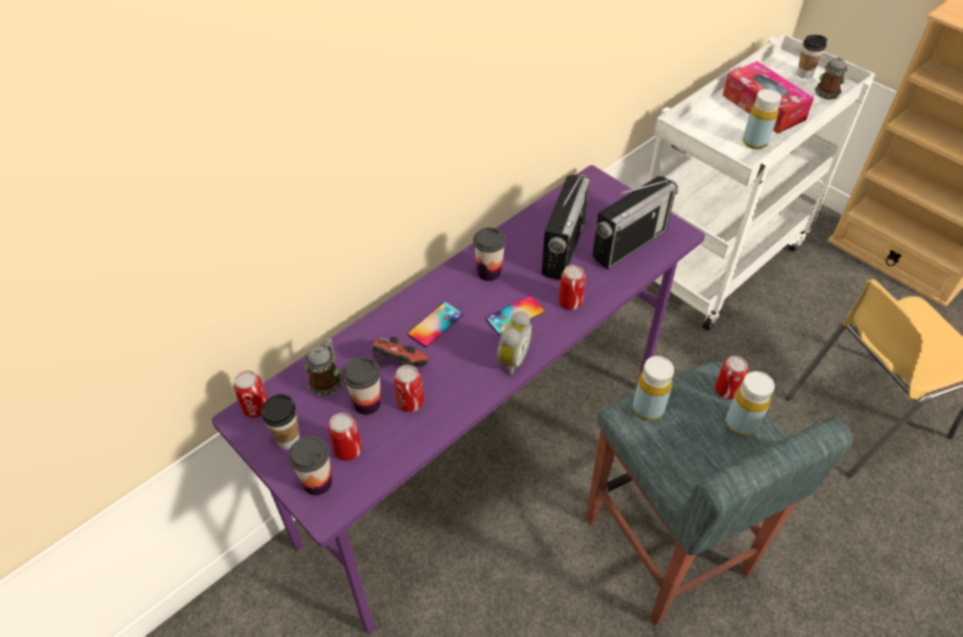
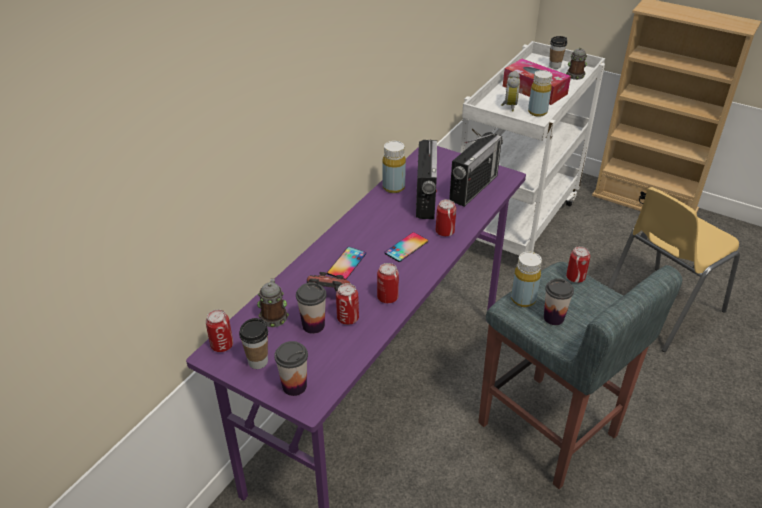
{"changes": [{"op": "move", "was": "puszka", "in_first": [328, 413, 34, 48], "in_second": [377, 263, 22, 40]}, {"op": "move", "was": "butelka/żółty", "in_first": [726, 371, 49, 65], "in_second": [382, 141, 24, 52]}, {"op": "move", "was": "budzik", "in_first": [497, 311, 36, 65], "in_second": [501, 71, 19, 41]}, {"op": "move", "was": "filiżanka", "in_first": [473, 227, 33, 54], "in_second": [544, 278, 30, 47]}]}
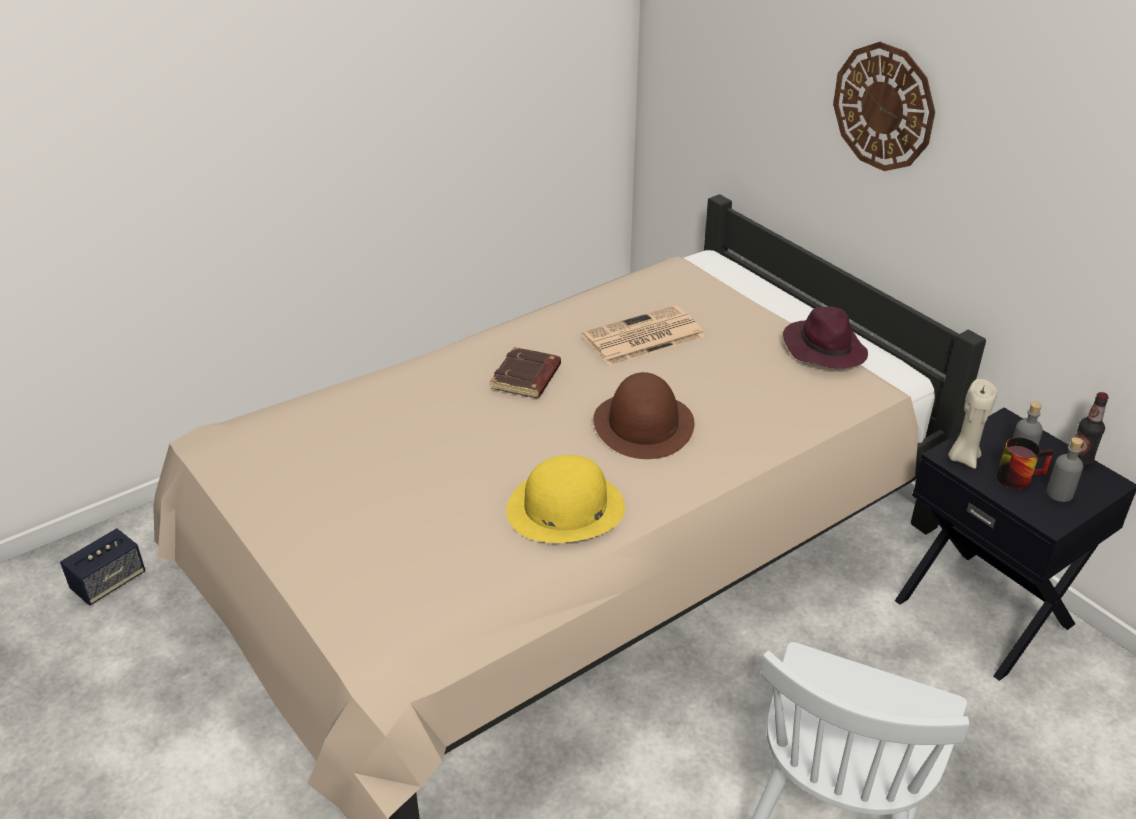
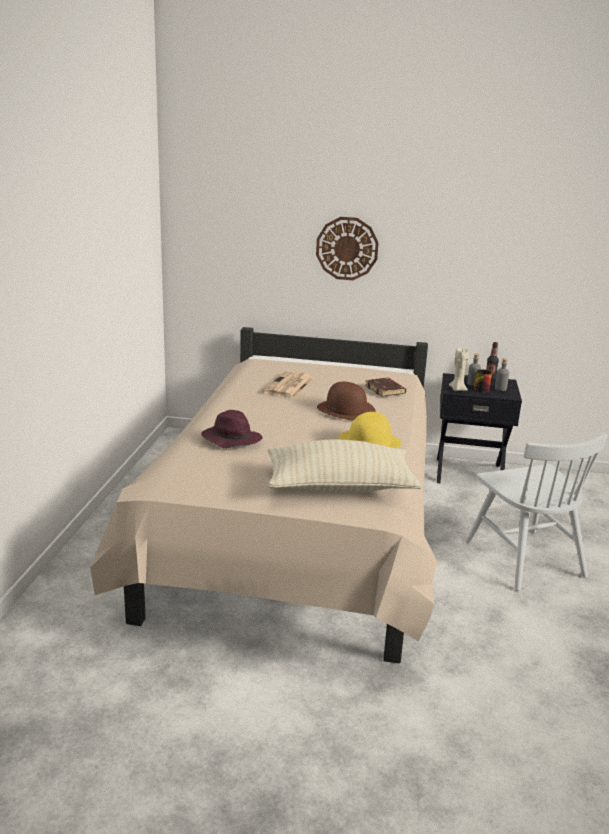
{"changes": [{"op": "move", "was": "kapelusz/fioletowy", "in_first": [783, 306, 85, 62], "in_second": [201, 410, 61, 38]}, {"op": "insert", "now": "poduszka/beżowy", "in_second": [268, 439, 154, 53]}, {"op": "move", "was": "książka/brązowy", "in_first": [490, 347, 71, 51], "in_second": [365, 378, 41, 19]}, {"op": "delete", "was": "głośnik", "in_first": [60, 528, 85, 77]}]}
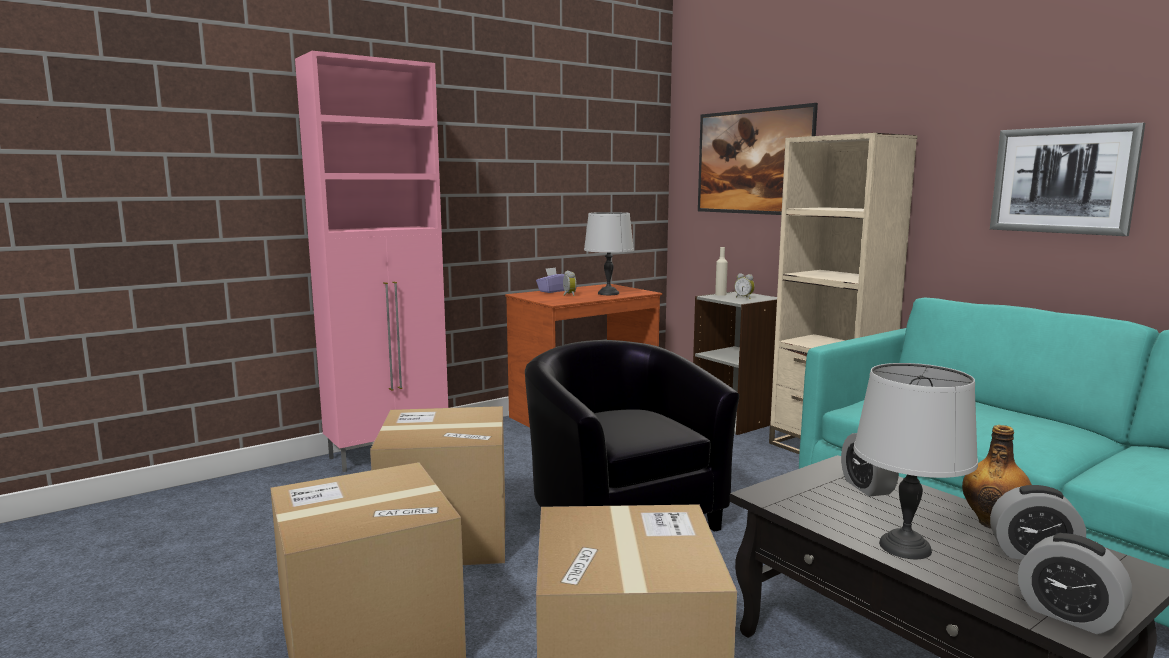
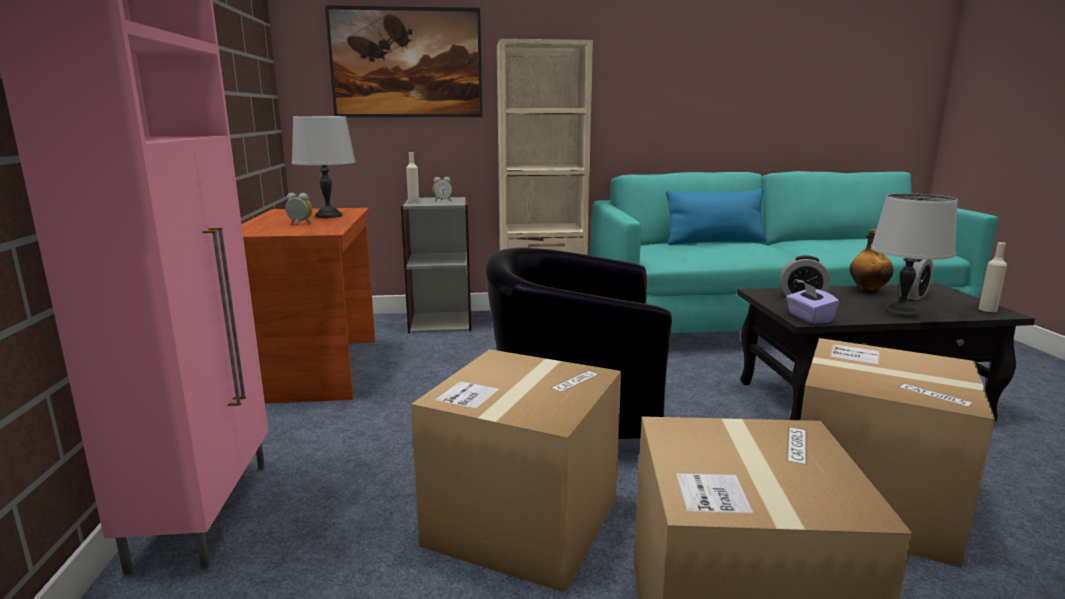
{"changes": [{"op": "insert", "now": "poduszka/niebieski", "in_second": [666, 189, 101, 56]}, {"op": "move", "was": "pudełko chusteczek/fioletowy", "in_first": [536, 267, 28, 26], "in_second": [786, 282, 53, 42]}, {"op": "replace", "was": "budzik", "now": "butelka/beżowy", "in_first": [1018, 533, 114, 101], "in_second": [979, 242, 28, 70]}, {"op": "delete", "was": "obraz", "in_first": [990, 123, 155, 113]}]}
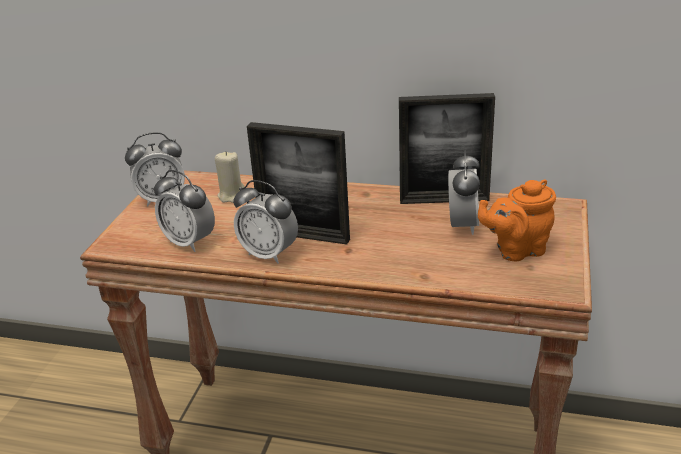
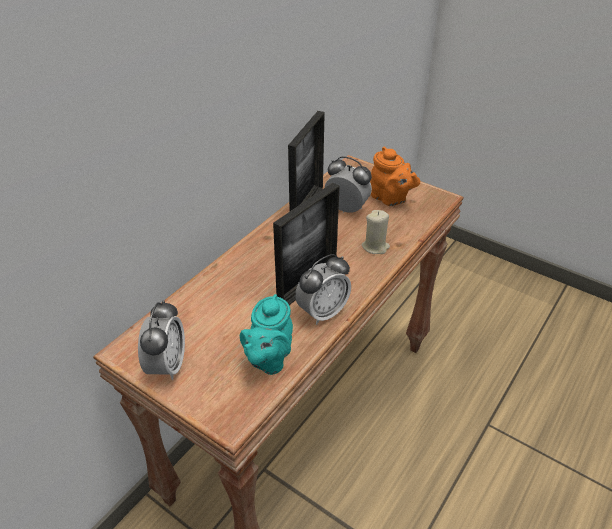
{"changes": [{"op": "replace", "was": "budzik", "now": "imbryk/turkusowy", "in_first": [154, 170, 61, 82], "in_second": [240, 294, 53, 81]}, {"op": "move", "was": "świeca/beżowy", "in_first": [215, 151, 30, 52], "in_second": [362, 210, 28, 44]}, {"op": "rotate", "was": "imbryk/pomarańczowy", "in_first": [478, 180, 78, 81], "in_second": [370, 147, 50, 59], "clockwise": -45}]}
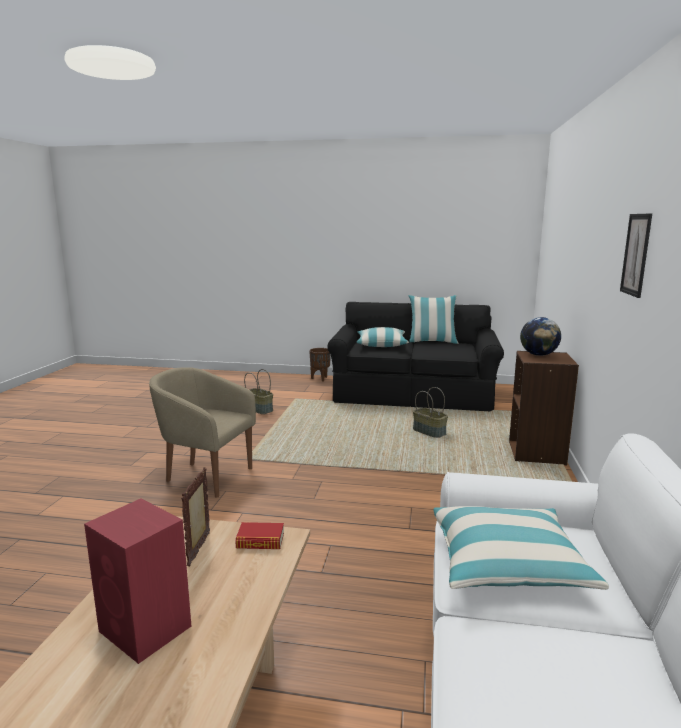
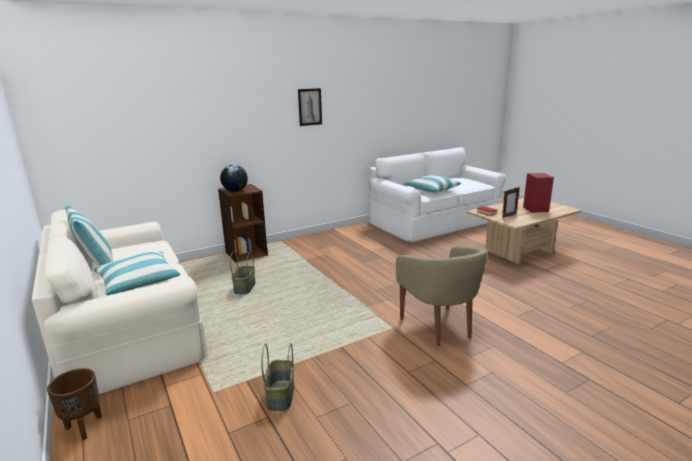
{"changes": [{"op": "recolor", "was": "kanapa/czarny", "now": "kanapa/beżowy", "in_first": [327, 302, 177, 109], "in_second": [32, 210, 175, 184]}]}
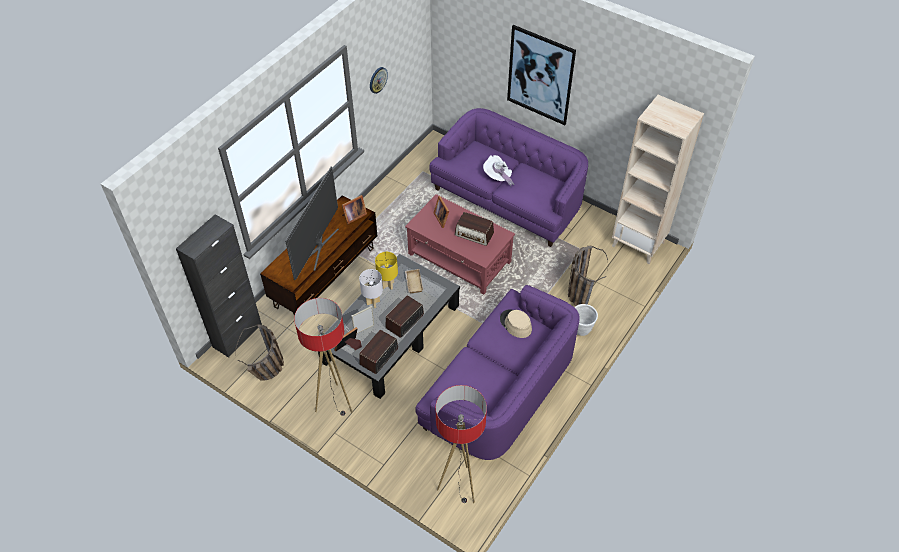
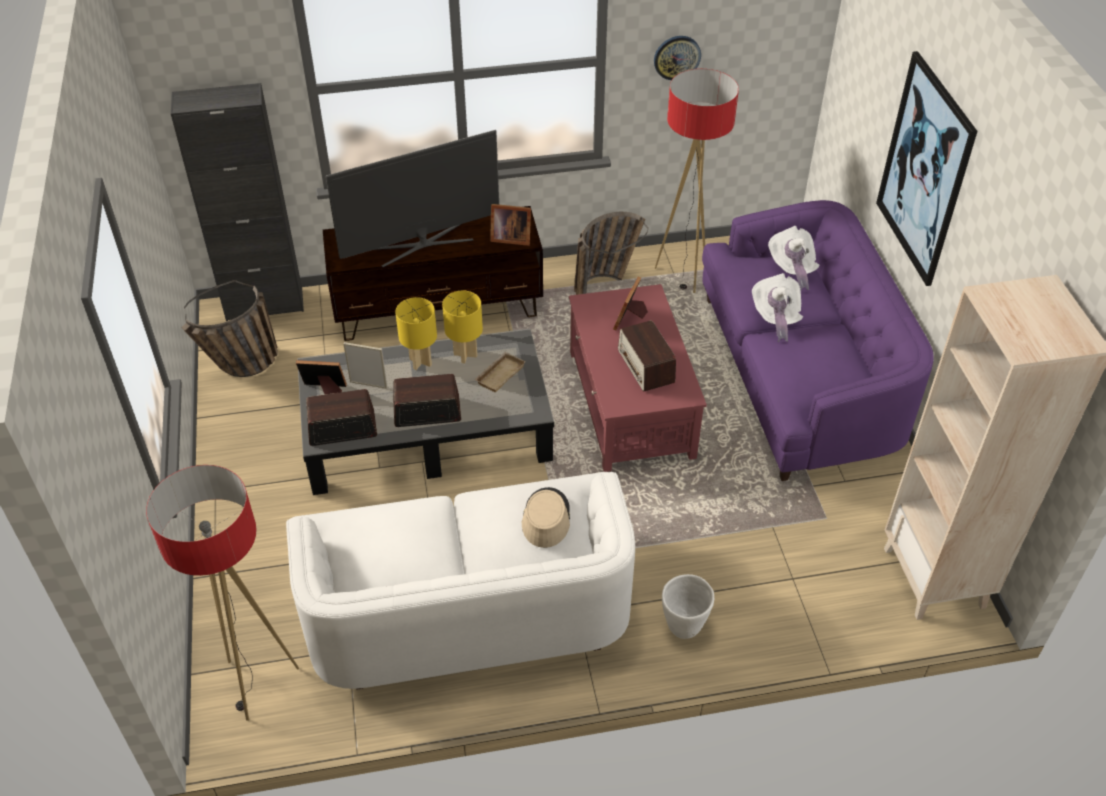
{"changes": [{"op": "recolor", "was": "kanapa/fioletowy", "now": "kanapa/biały", "in_first": [415, 285, 165, 175], "in_second": [286, 472, 349, 218]}, {"op": "recolor", "was": "lampa stołowa/biały", "now": "lampa stołowa/żółty", "in_first": [359, 269, 24, 39], "in_second": [395, 297, 42, 73]}, {"op": "move", "was": "koszyk", "in_first": [568, 246, 40, 60], "in_second": [574, 212, 74, 83]}, {"op": "move", "was": "lampa stojąca", "in_first": [294, 298, 59, 118], "in_second": [655, 69, 84, 224]}, {"op": "insert", "now": "kapelusz/biały", "in_second": [768, 226, 51, 64]}]}
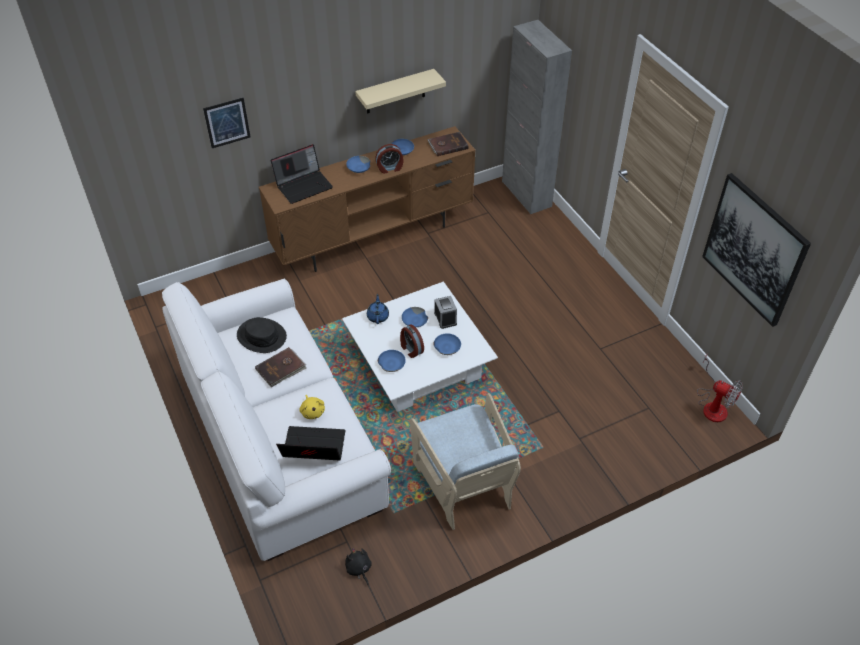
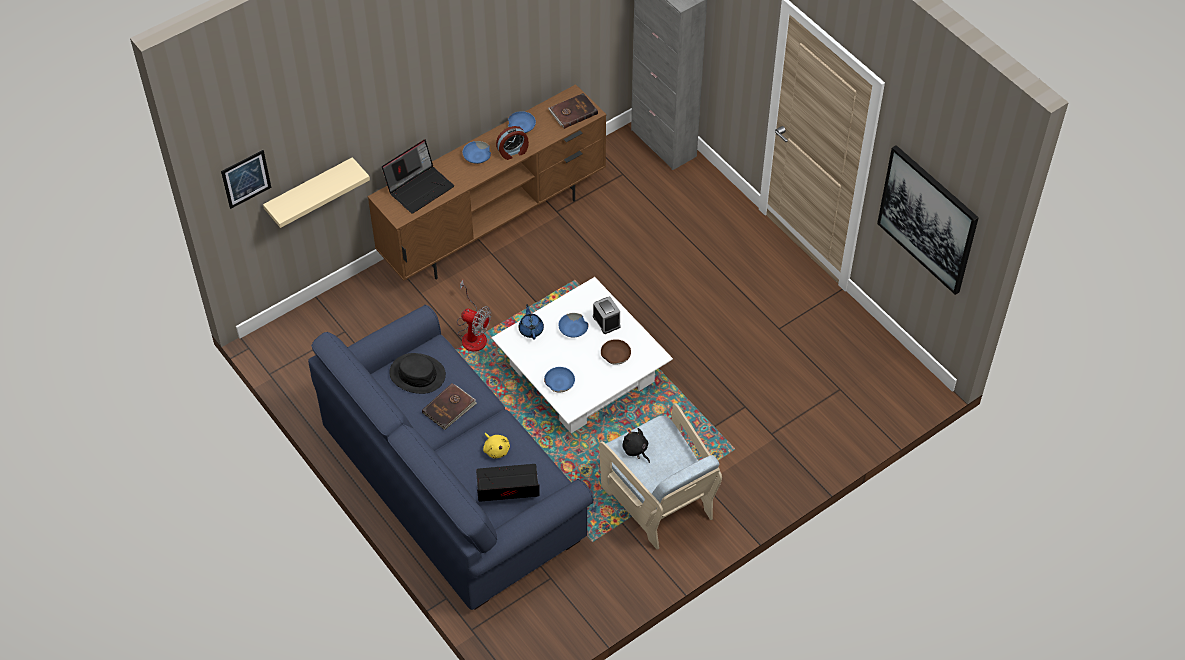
{"changes": [{"op": "move", "was": "obraz", "in_first": [203, 97, 47, 51], "in_second": [221, 150, 51, 59]}, {"op": "move", "was": "półka/beżowy", "in_first": [355, 69, 91, 45], "in_second": [263, 157, 107, 71]}, {"op": "recolor", "was": "kanapa/biały", "now": "kanapa/niebieski", "in_first": [162, 279, 229, 282], "in_second": [308, 305, 285, 305]}, {"op": "move", "was": "wentylator", "in_first": [697, 353, 46, 69], "in_second": [457, 280, 34, 71]}, {"op": "recolor", "was": "miska/niebieski", "now": "miska/brązowy", "in_first": [434, 333, 27, 22], "in_second": [601, 339, 30, 26]}, {"op": "move", "was": "pluszak/czarny", "in_first": [345, 548, 27, 37], "in_second": [622, 428, 28, 35]}, {"op": "delete", "was": "budzik", "in_first": [400, 324, 24, 34]}]}
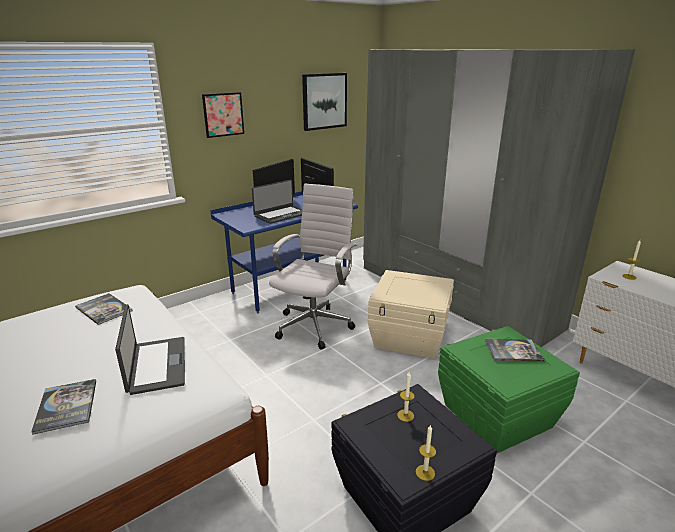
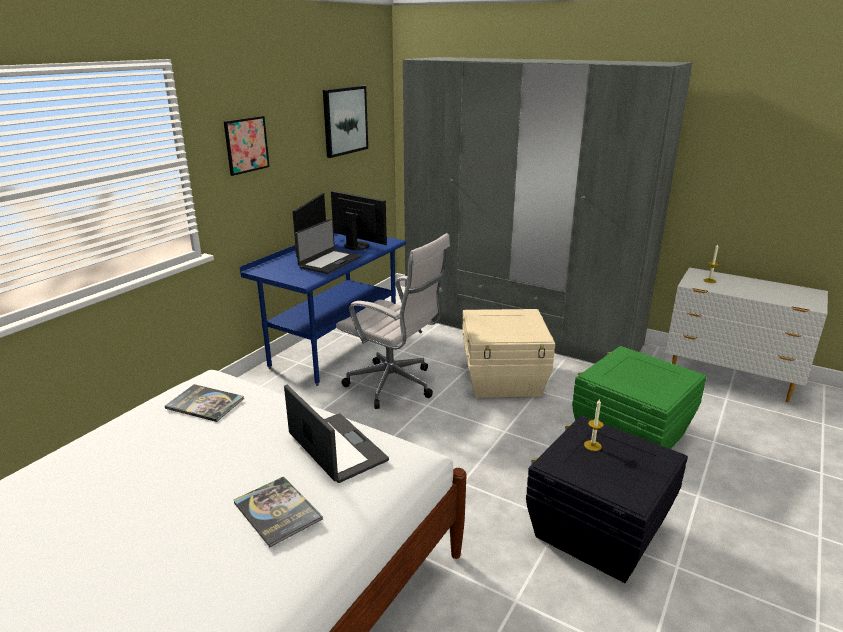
{"changes": [{"op": "rotate", "was": "krzesło biurowe/biały", "in_first": [269, 184, 88, 166], "in_second": [336, 233, 114, 176], "clockwise": 120}, {"op": "delete", "was": "świeca", "in_first": [416, 424, 20, 57]}, {"op": "delete", "was": "książka", "in_first": [485, 339, 60, 23]}]}
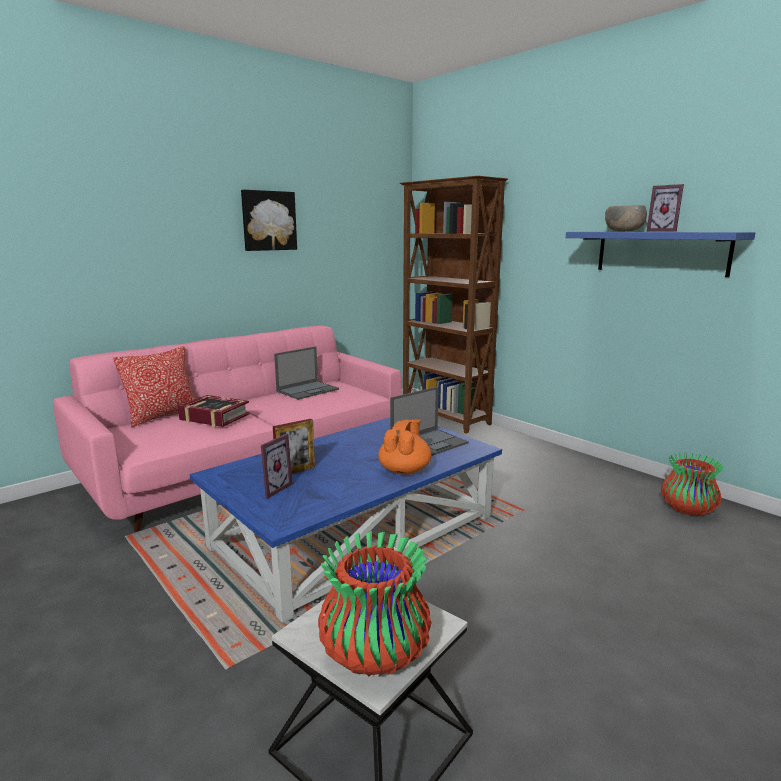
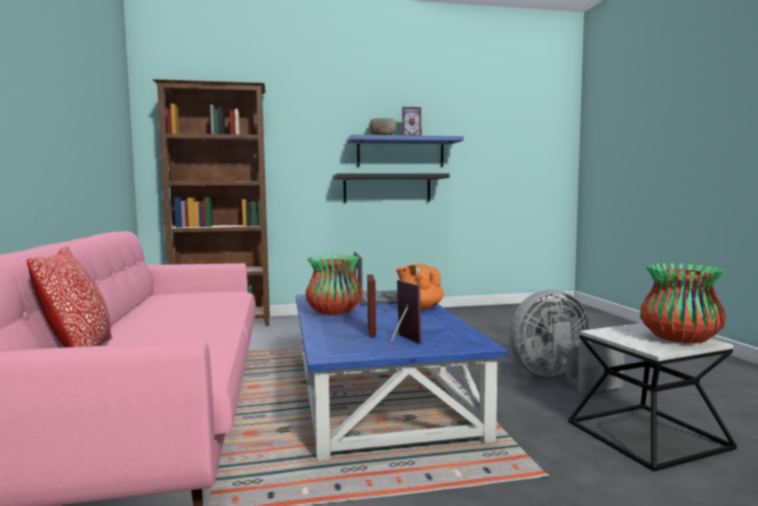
{"changes": [{"op": "move", "was": "wazon", "in_first": [661, 453, 63, 63], "in_second": [306, 255, 56, 60]}, {"op": "insert", "now": "półka/czarny", "in_second": [333, 173, 117, 30]}, {"op": "insert", "now": "wentylator/szary", "in_second": [509, 290, 115, 103]}, {"op": "delete", "was": "książka", "in_first": [178, 395, 72, 32]}, {"op": "delete", "was": "obraz", "in_first": [241, 190, 56, 61]}, {"op": "delete", "was": "laptop", "in_first": [274, 346, 65, 54]}]}
